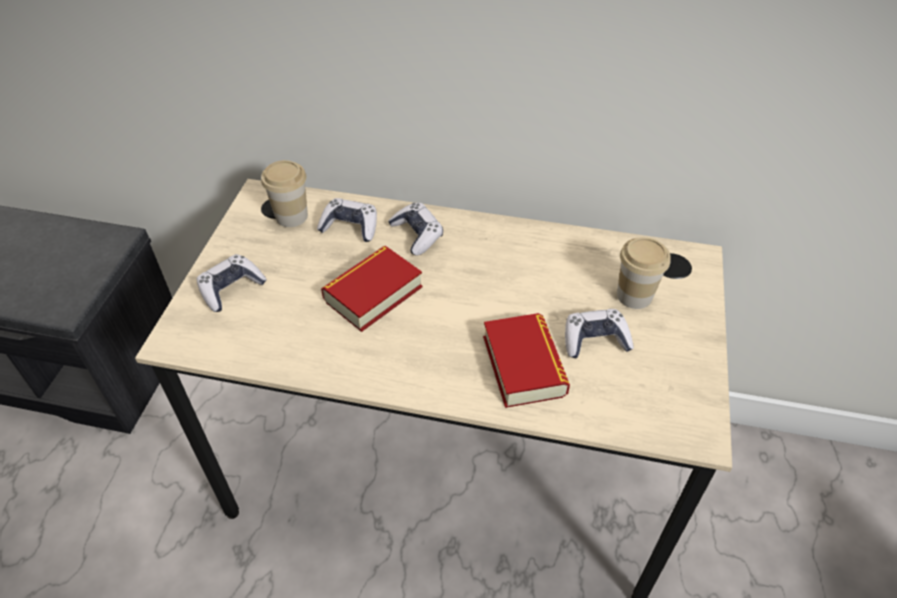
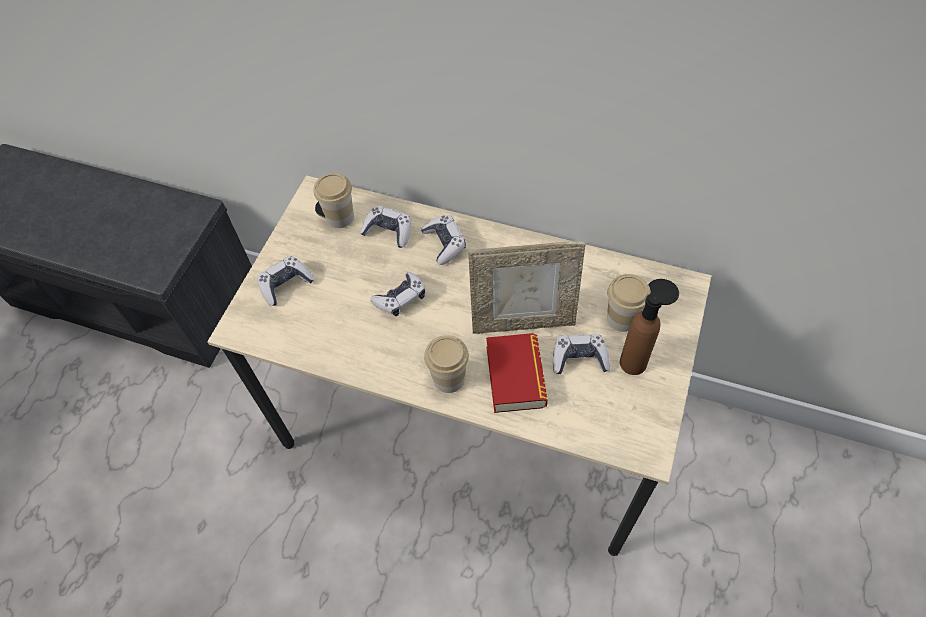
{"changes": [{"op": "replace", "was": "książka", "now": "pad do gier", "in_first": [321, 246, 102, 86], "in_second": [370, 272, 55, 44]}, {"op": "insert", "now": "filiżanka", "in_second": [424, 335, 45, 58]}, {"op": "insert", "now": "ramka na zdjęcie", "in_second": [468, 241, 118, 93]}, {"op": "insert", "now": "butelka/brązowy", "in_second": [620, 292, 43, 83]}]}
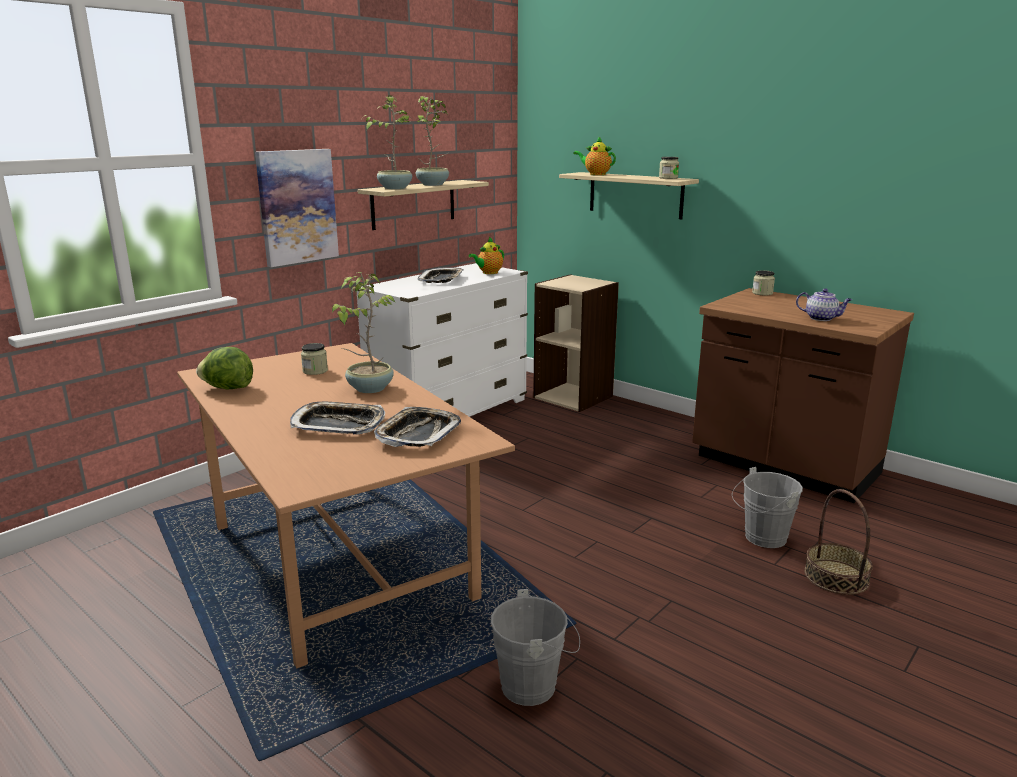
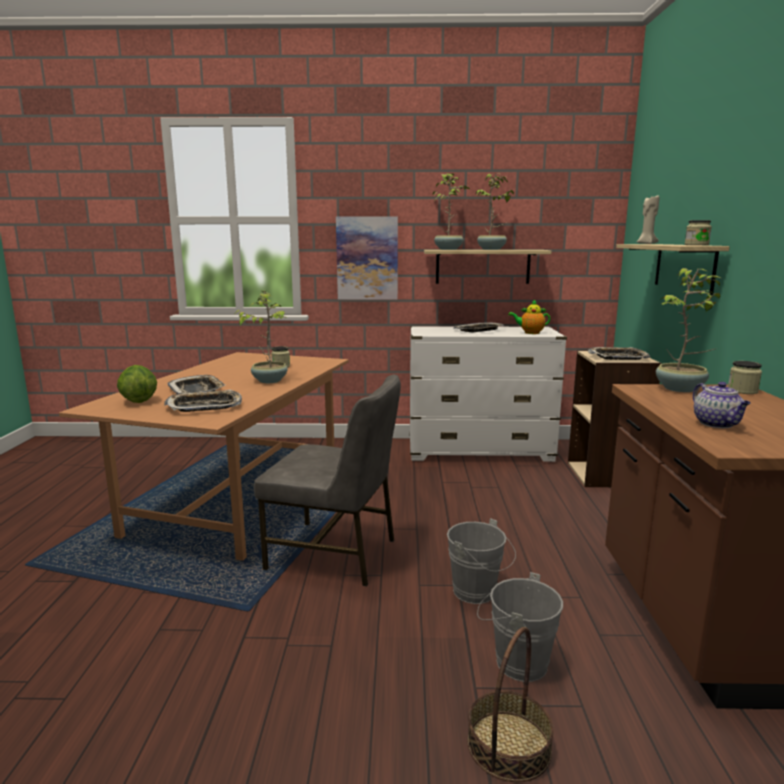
{"changes": [{"op": "move", "was": "sałata", "in_first": [196, 347, 57, 42], "in_second": [117, 365, 40, 38]}, {"op": "insert", "now": "krzesło/szary", "in_second": [254, 375, 147, 211]}, {"op": "move", "was": "wiadro/szary", "in_first": [491, 589, 89, 117], "in_second": [447, 518, 69, 86]}, {"op": "insert", "now": "taca", "in_second": [588, 347, 63, 13]}, {"op": "replace", "was": "imbryk", "now": "świeca/beżowy", "in_first": [573, 136, 43, 39], "in_second": [637, 195, 22, 49]}, {"op": "insert", "now": "roślina doniczkowa", "in_second": [656, 268, 65, 124]}]}
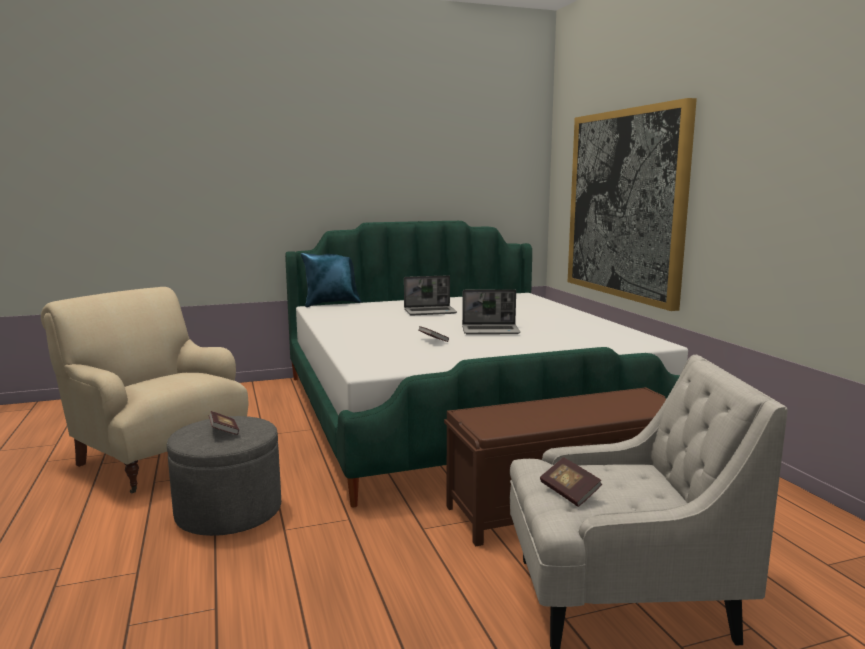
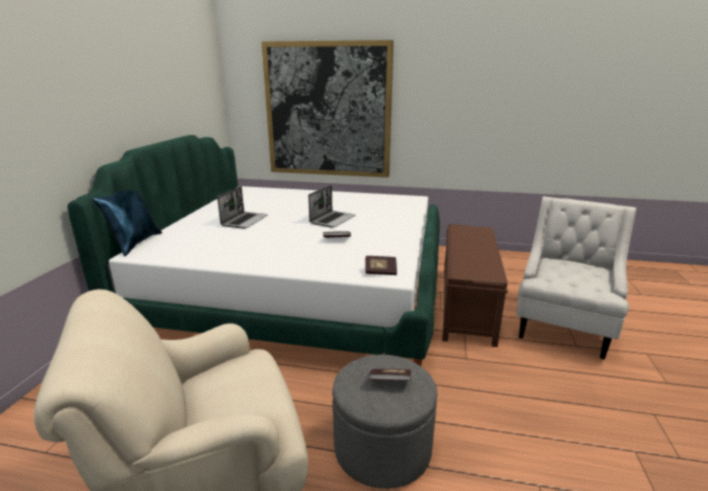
{"changes": [{"op": "move", "was": "książka", "in_first": [540, 457, 62, 50], "in_second": [365, 256, 32, 19]}]}
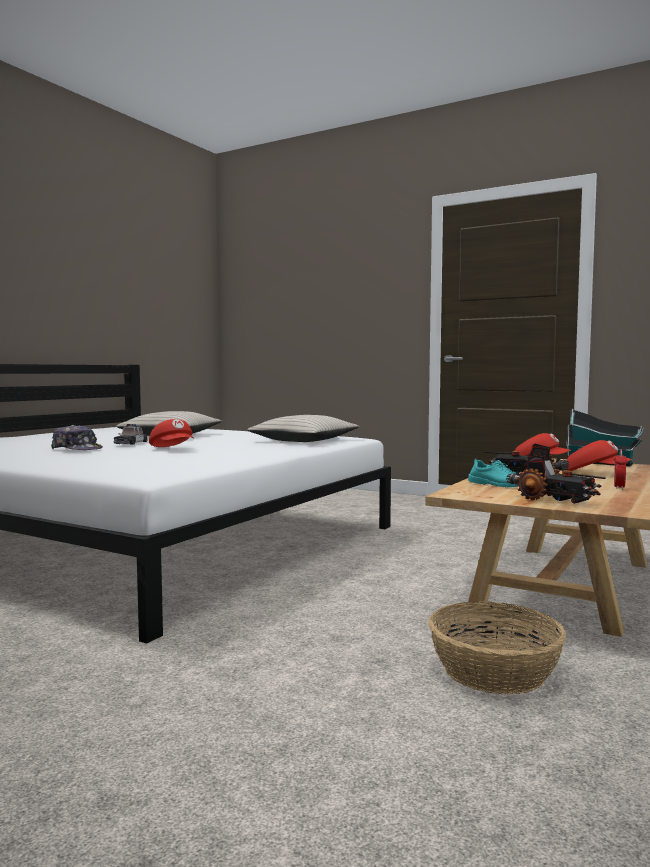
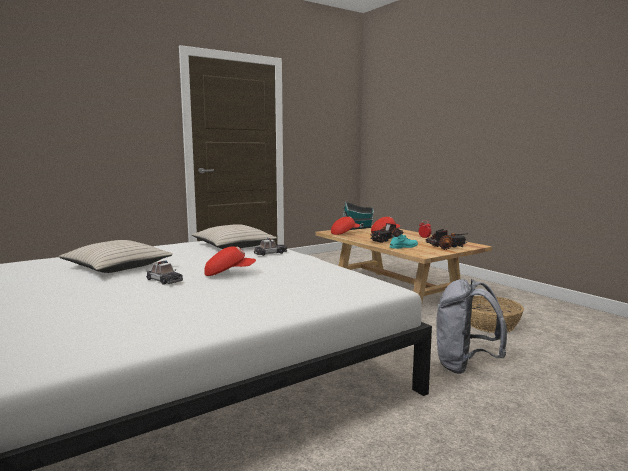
{"changes": [{"op": "insert", "now": "samochodzik", "in_second": [254, 238, 33, 18]}, {"op": "insert", "now": "plecak/szary", "in_second": [437, 279, 70, 95]}, {"op": "delete", "was": "czapka z daszkiem", "in_first": [51, 425, 52, 25]}]}
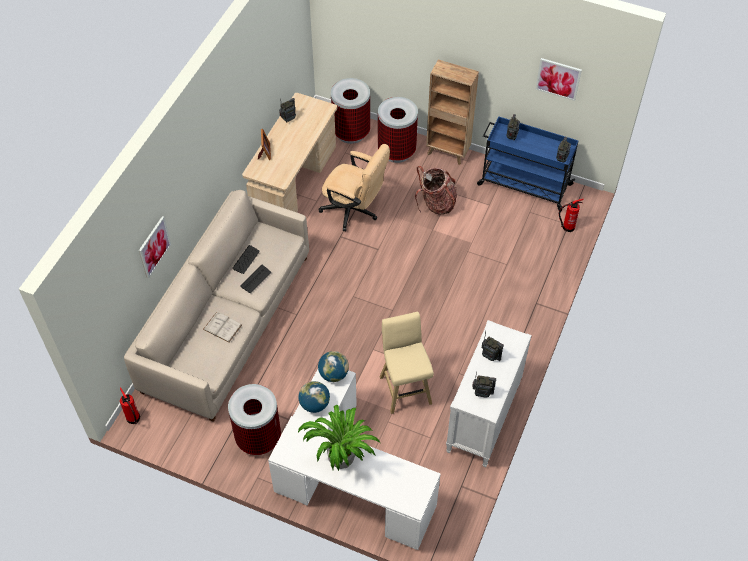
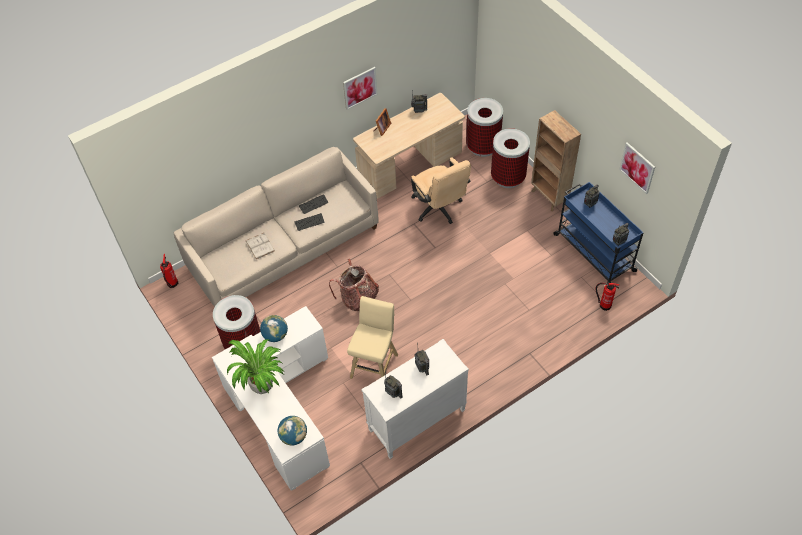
{"changes": [{"op": "move", "was": "globus", "in_first": [318, 351, 31, 31], "in_second": [278, 416, 29, 29]}, {"op": "move", "was": "plecak", "in_first": [415, 166, 42, 49], "in_second": [329, 259, 50, 52]}, {"op": "move", "was": "obraz", "in_first": [139, 216, 32, 62], "in_second": [343, 67, 35, 43]}]}
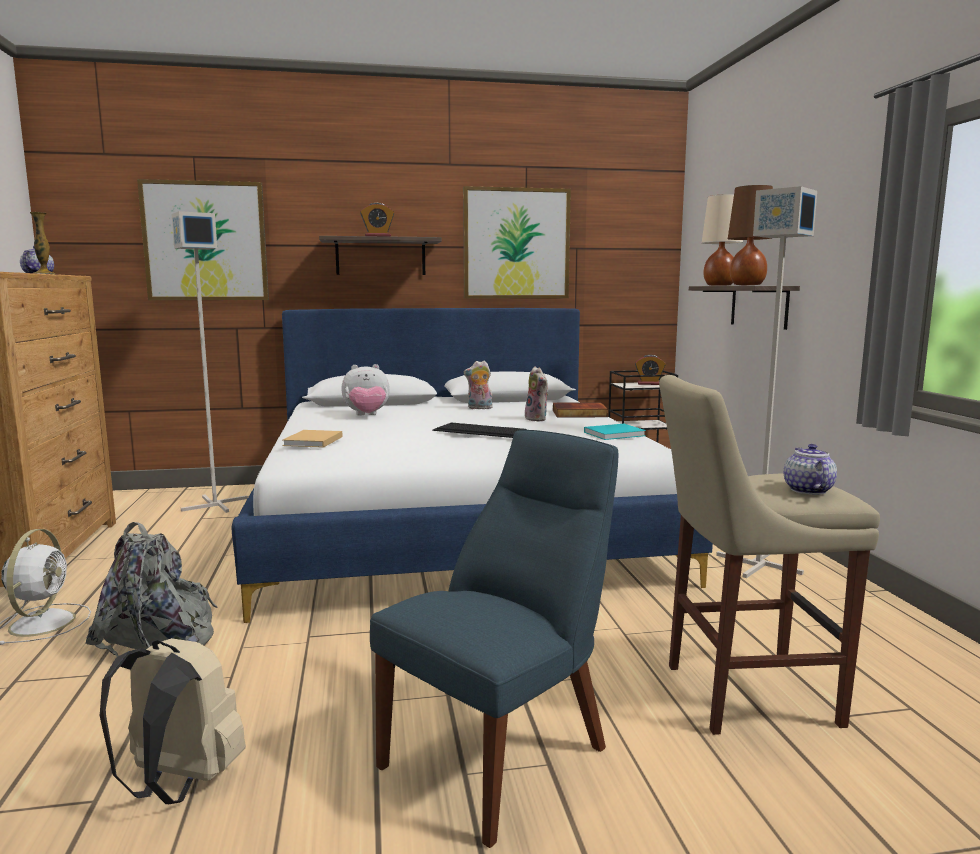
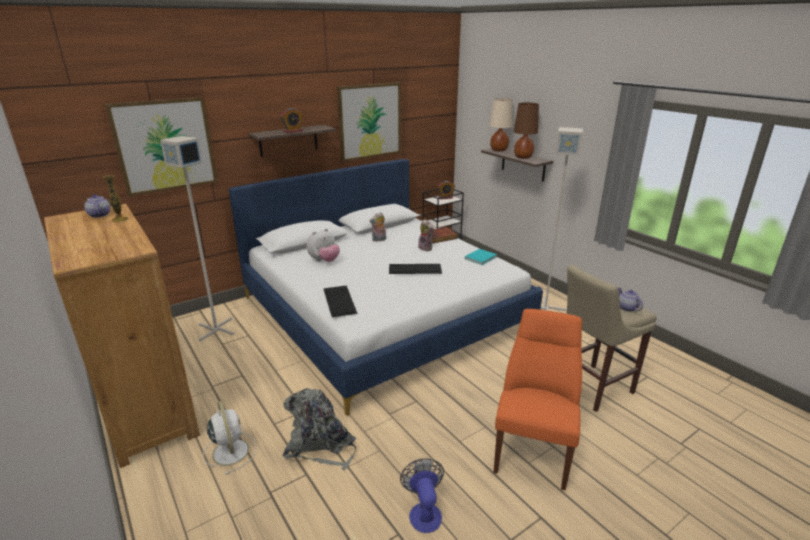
{"changes": [{"op": "replace", "was": "książka/beżowy", "now": "klawiatura", "in_first": [283, 430, 60, 18], "in_second": [323, 285, 34, 32]}, {"op": "replace", "was": "plecak/beżowy", "now": "wentylator", "in_first": [100, 638, 146, 166], "in_second": [400, 458, 44, 75]}, {"op": "recolor", "was": "krzesło/niebieski", "now": "krzesło/pomarańczowy", "in_first": [370, 430, 248, 418], "in_second": [494, 309, 88, 181]}]}
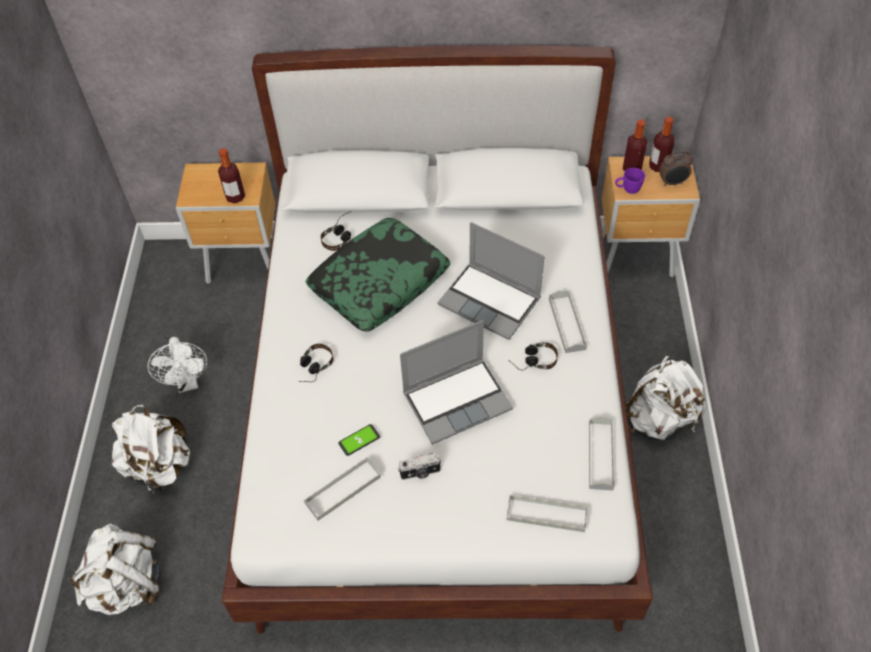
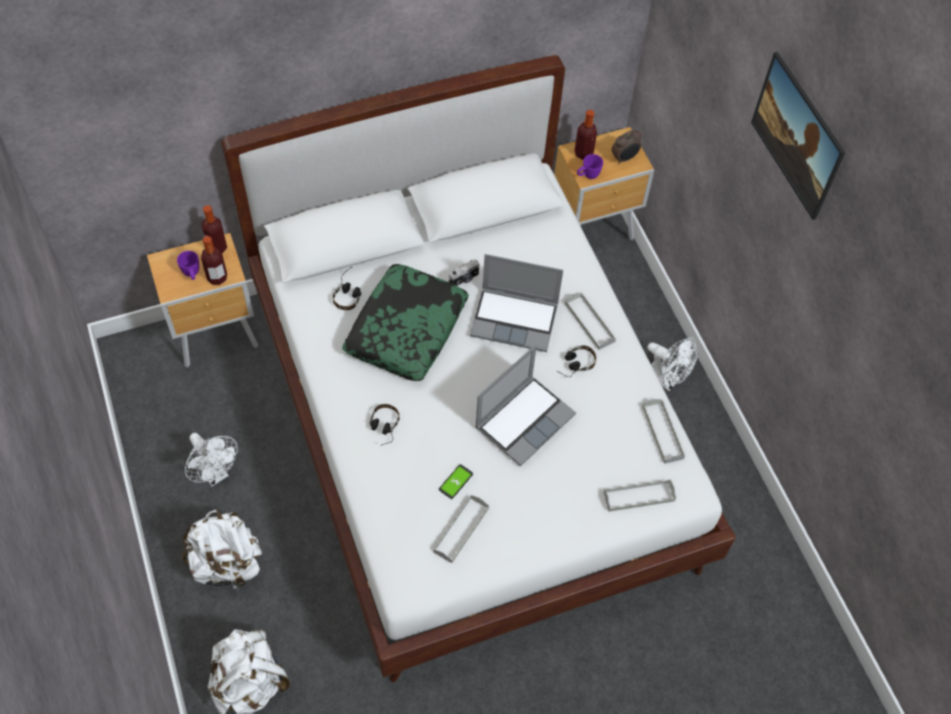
{"changes": [{"op": "insert", "now": "kubek/fioletowy", "in_second": [177, 251, 22, 29]}, {"op": "move", "was": "butelka", "in_first": [649, 117, 26, 55], "in_second": [201, 205, 26, 49]}, {"op": "move", "was": "aparat fotograficzny", "in_first": [398, 453, 44, 27], "in_second": [449, 259, 31, 27]}, {"op": "replace", "was": "plecak/biały", "now": "wentylator/biały", "in_first": [626, 355, 81, 85], "in_second": [648, 337, 50, 54]}, {"op": "insert", "now": "obraz", "in_second": [751, 51, 94, 169]}]}
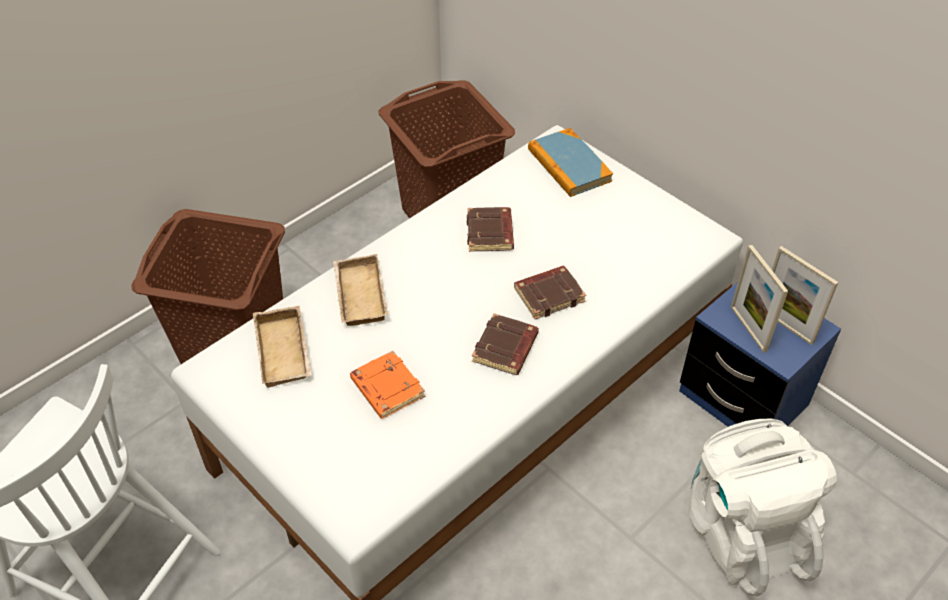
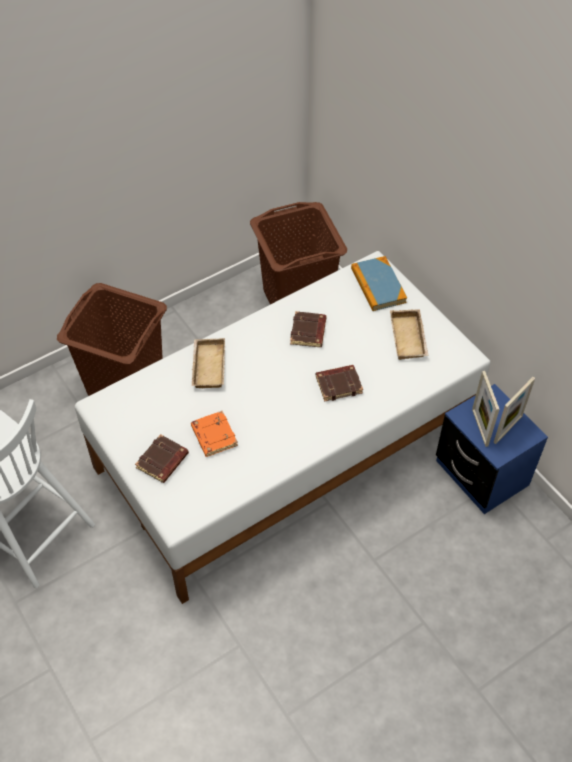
{"changes": [{"op": "move", "was": "książka/brązowy", "in_first": [472, 313, 67, 62], "in_second": [135, 434, 54, 49]}, {"op": "move", "was": "taca/beżowy", "in_first": [253, 306, 59, 82], "in_second": [390, 309, 39, 51]}, {"op": "rotate", "was": "ramka na zdjęcie", "in_first": [772, 246, 66, 99], "in_second": [493, 377, 42, 67], "clockwise": -105}, {"op": "delete", "was": "plecak/biały", "in_first": [690, 419, 147, 177]}]}
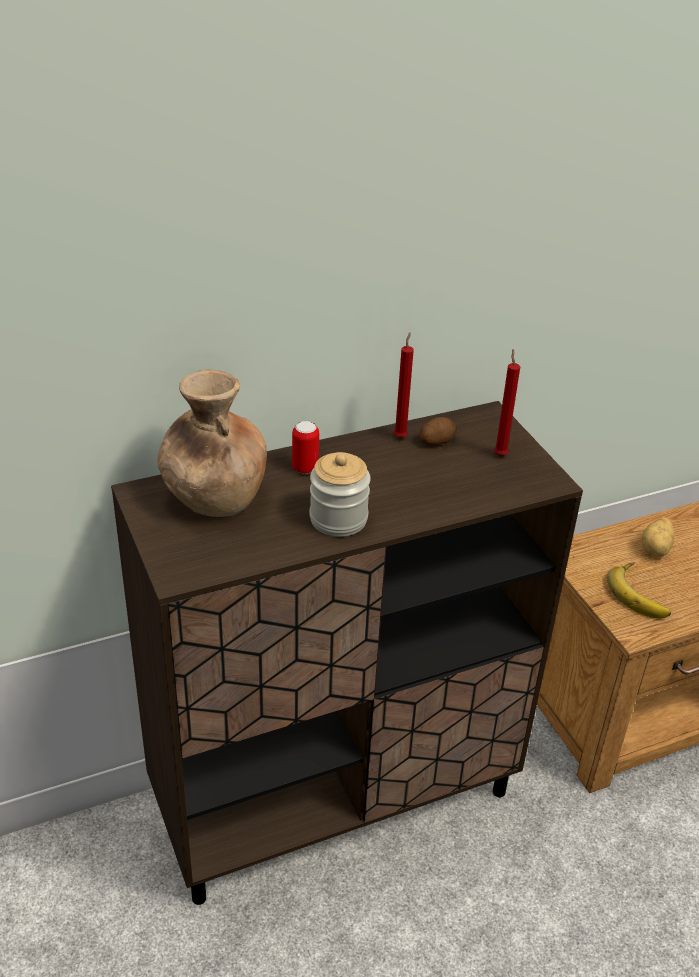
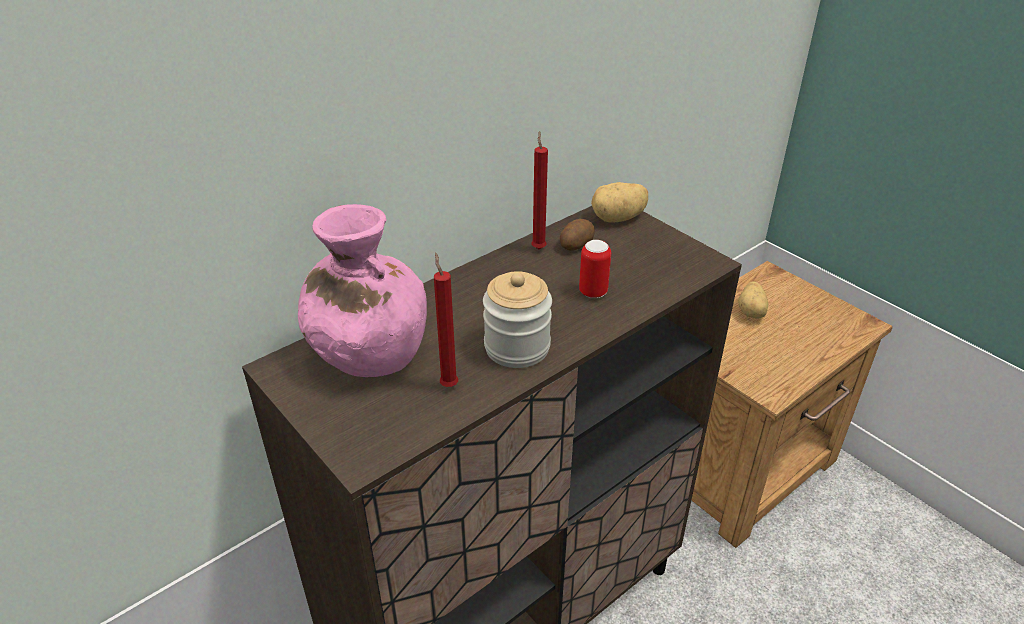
{"changes": [{"op": "recolor", "was": "wazon/brązowy", "now": "wazon/różowy", "in_first": [158, 370, 109, 147], "in_second": [298, 204, 129, 173]}, {"op": "move", "was": "świeca/czerwony", "in_first": [494, 349, 26, 107], "in_second": [434, 252, 24, 135]}, {"op": "move", "was": "puszka", "in_first": [292, 421, 27, 53], "in_second": [579, 240, 32, 58]}, {"op": "insert", "now": "ziemniak", "in_second": [591, 182, 57, 41]}, {"op": "delete", "was": "banan", "in_first": [607, 562, 64, 57]}]}
